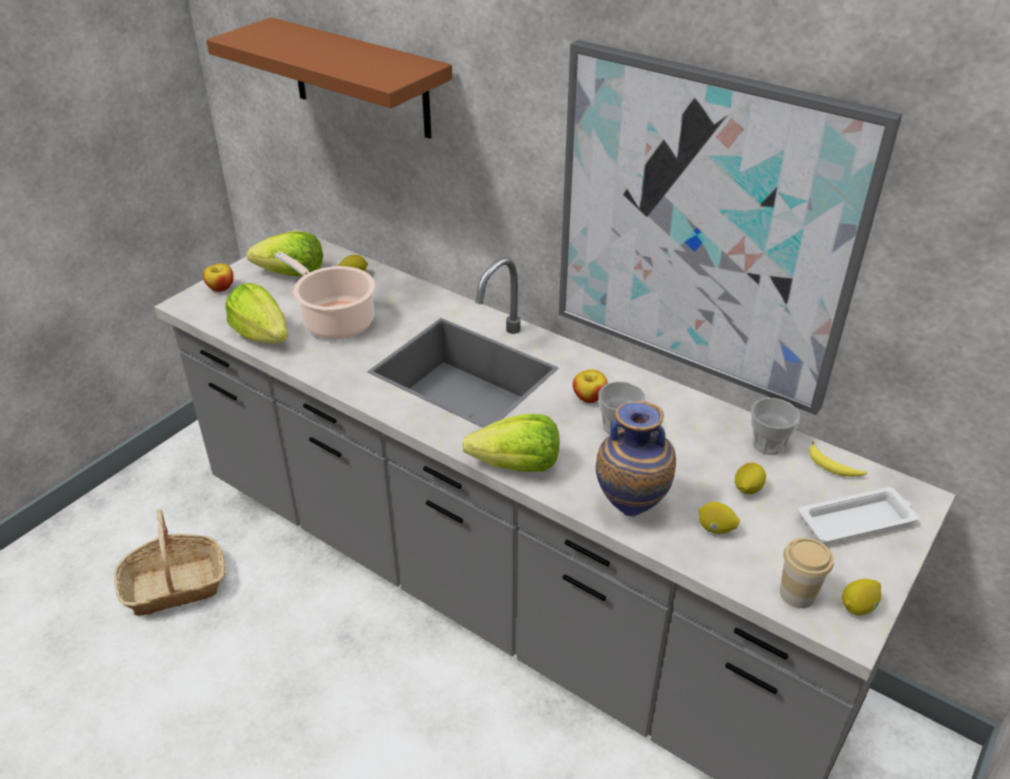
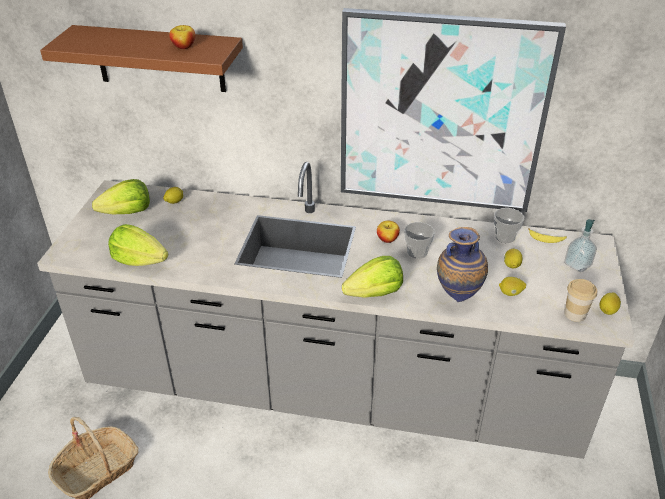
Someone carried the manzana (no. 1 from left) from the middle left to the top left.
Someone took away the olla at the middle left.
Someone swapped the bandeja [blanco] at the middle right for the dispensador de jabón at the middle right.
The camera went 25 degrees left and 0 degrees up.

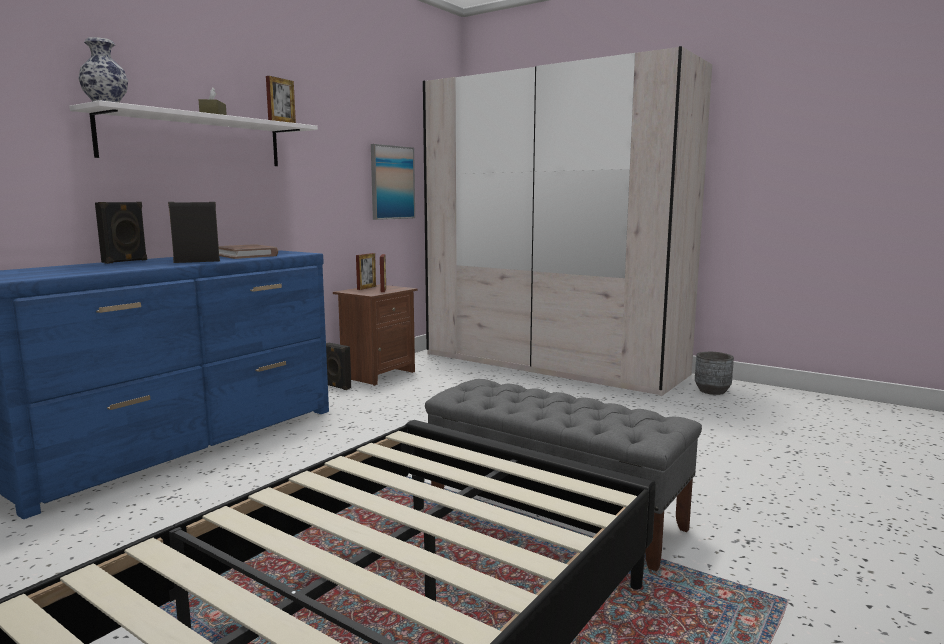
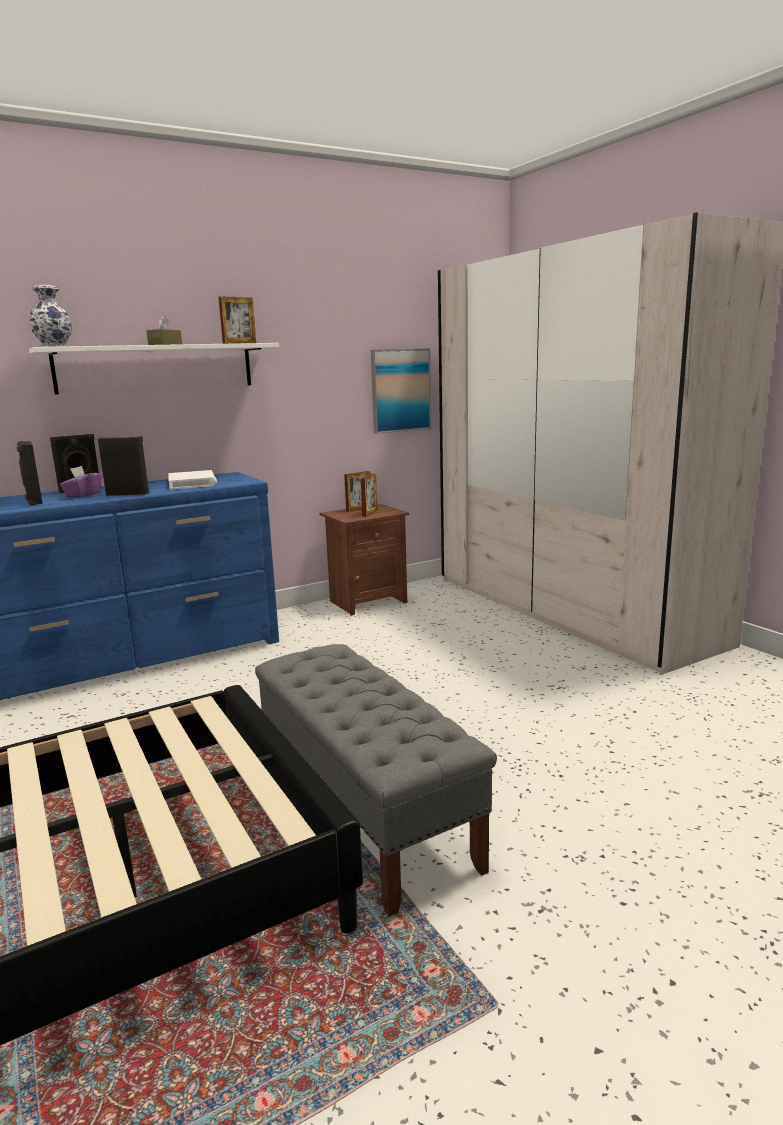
Someone repainted the libro [marrón] at the middle left, which became the libro [blanco] at the middle left.
Someone carried the altavoz [negro] (no. 3 from left in the first image) from the centre to the middle left.
Someone took away the maceta [gris] at the middle right.
Someone put down the caja de pañuelos [morado] at the middle left.
The camera went 25 degrees right and 5 degrees up.

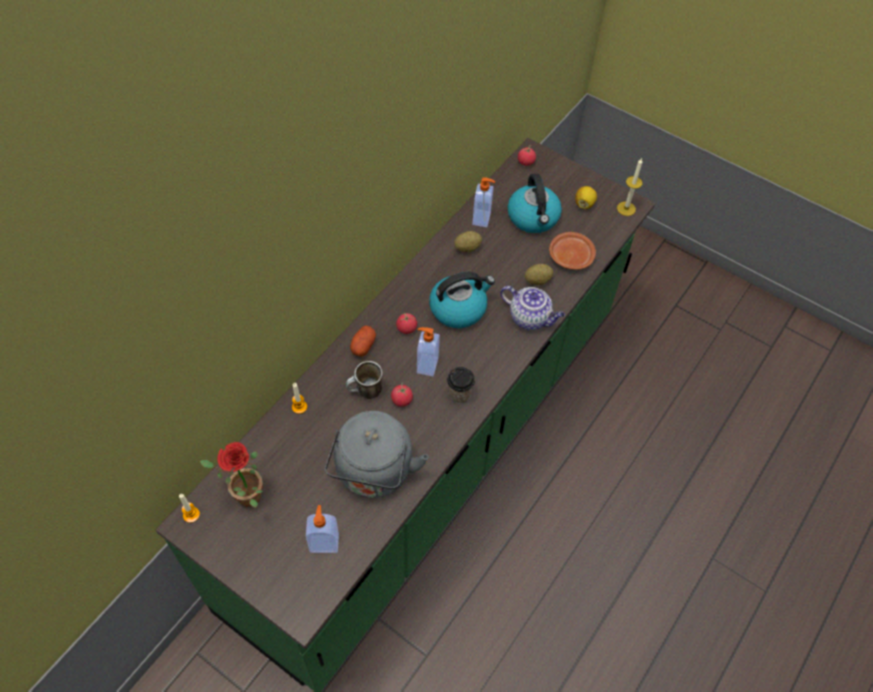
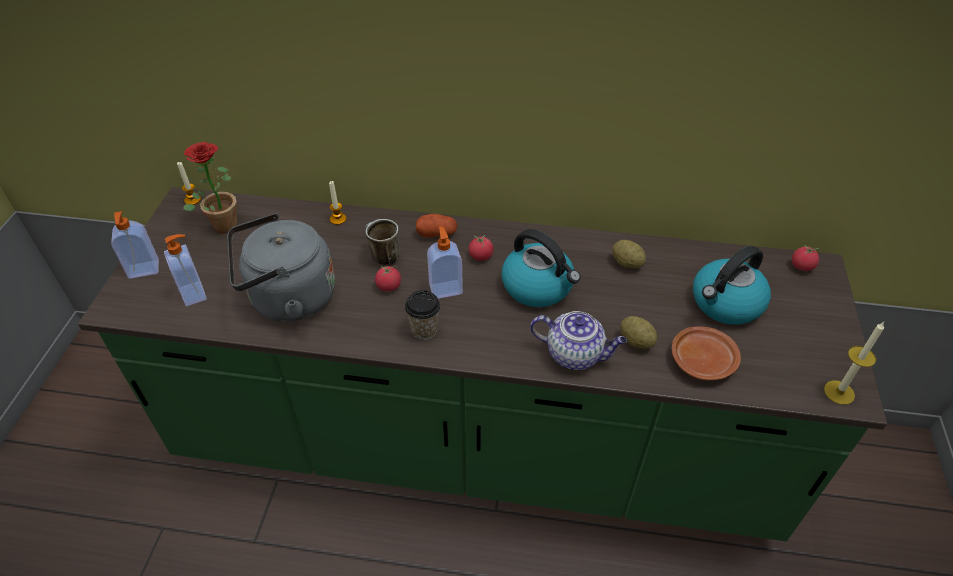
Someone carried the dispensador de jabón (no. 3 from left in the first image) from the top centre to the middle left.
Someone rotated the tetera at the centre by 75 degrees counterclockwise.
Someone took away the limón at the top right.
The camera went 65 degrees right and 10 degrees down.

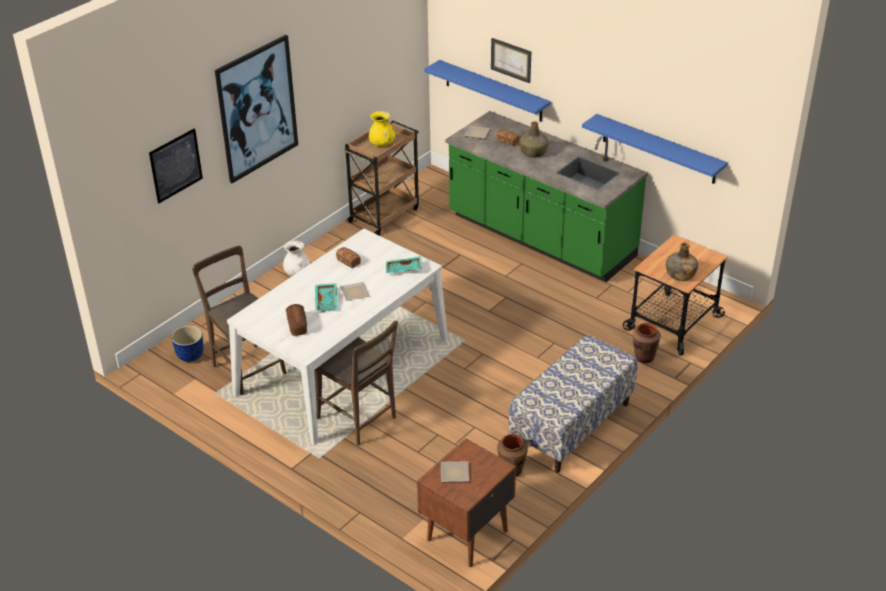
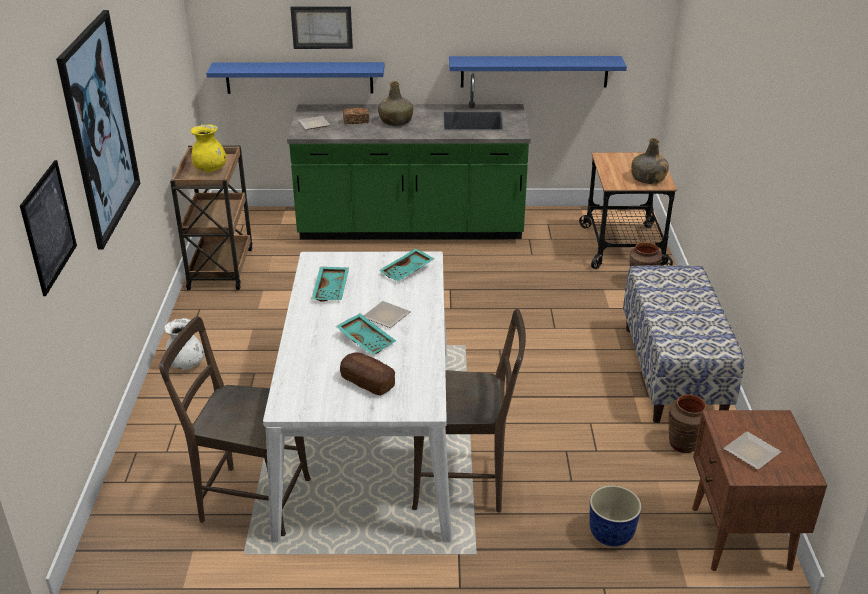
Someone carried the maceta from the middle left to the bottom right.
Someone swapped the pan (no. 2 from left) at the centre for the bandeja [turquesa] (no. 1 from left) at the centre.
The camera went 40 degrees left and 5 degrees down.

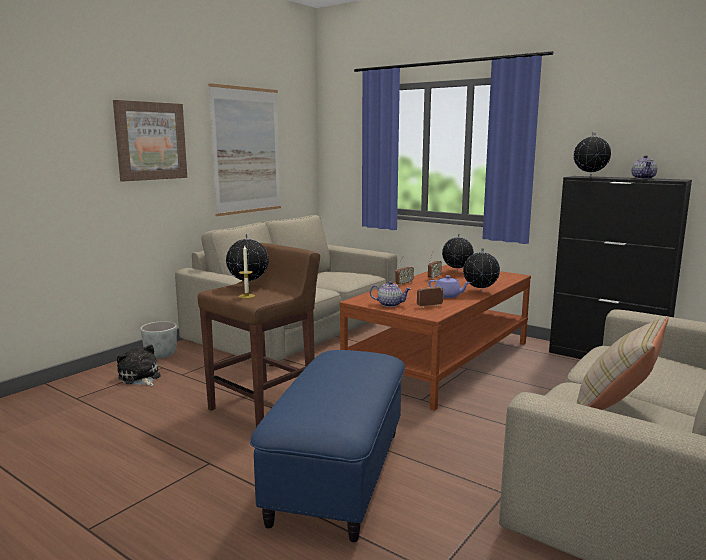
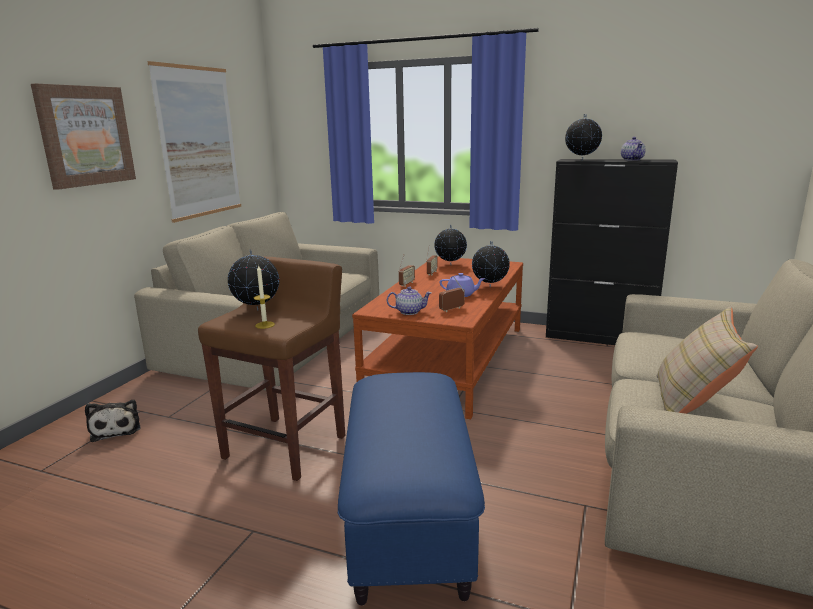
Someone rotated the peluche at the middle left by 150 degrees counterclockwise.
Someone took away the maceta [gris] at the middle left.
The camera went 15 degrees left and 5 degrees up.

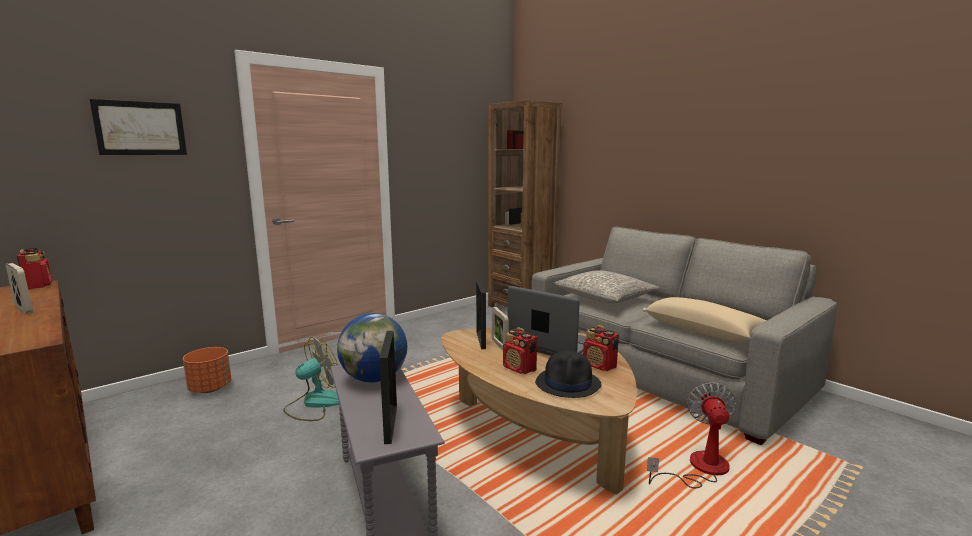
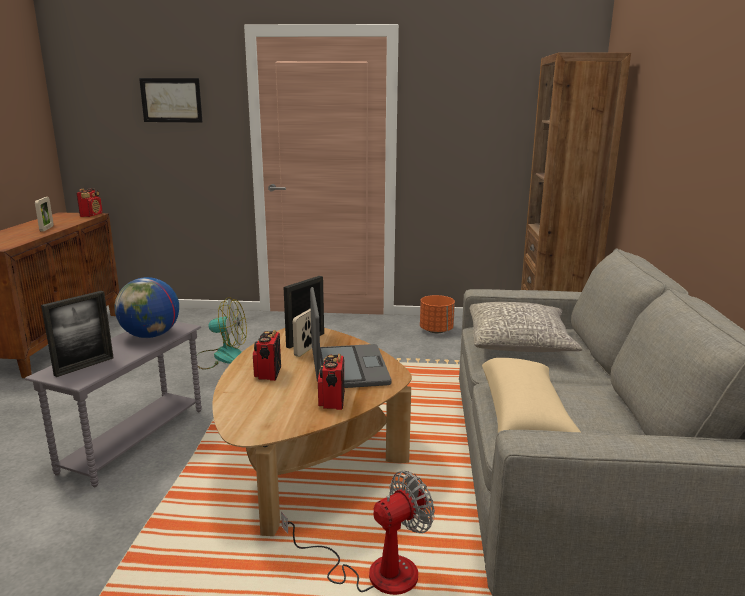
Someone carried the maceta [naranja] from the bottom left to the centre.
Someone took away the sombrero [negro] at the bottom centre.
The camera went 45 degrees right and 5 degrees up.

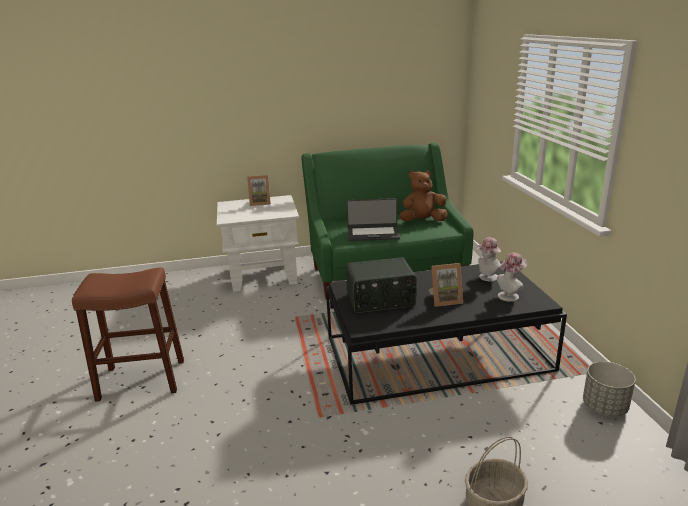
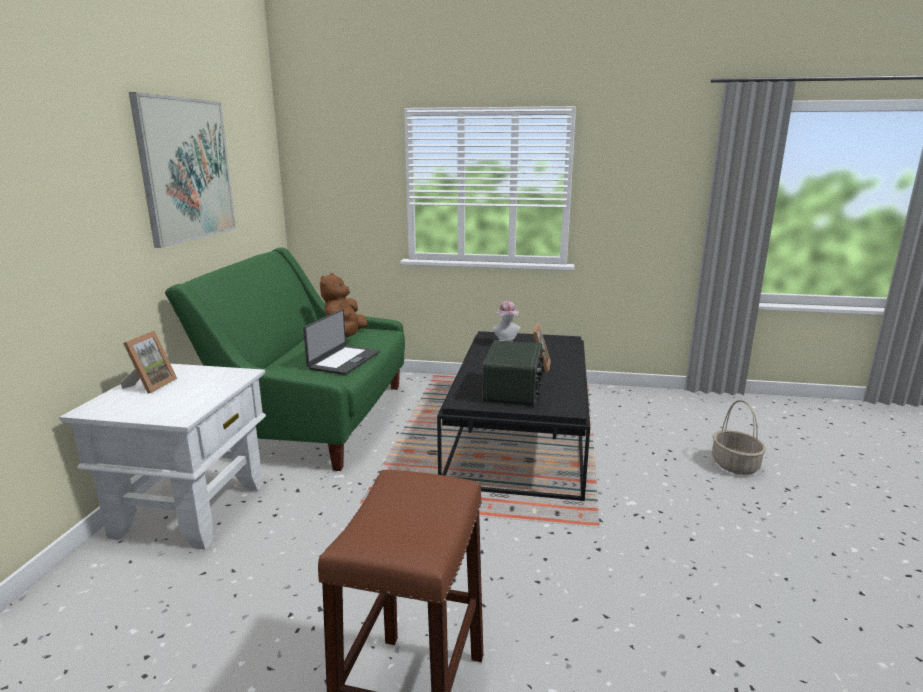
Someone took away the sombrero (no. 2 from left) at the middle right.
Someone took away the maceta [gris] at the bottom right.
Someone put up the cuadro at the top left.
The camera went 70 degrees left and 5 degrees down.

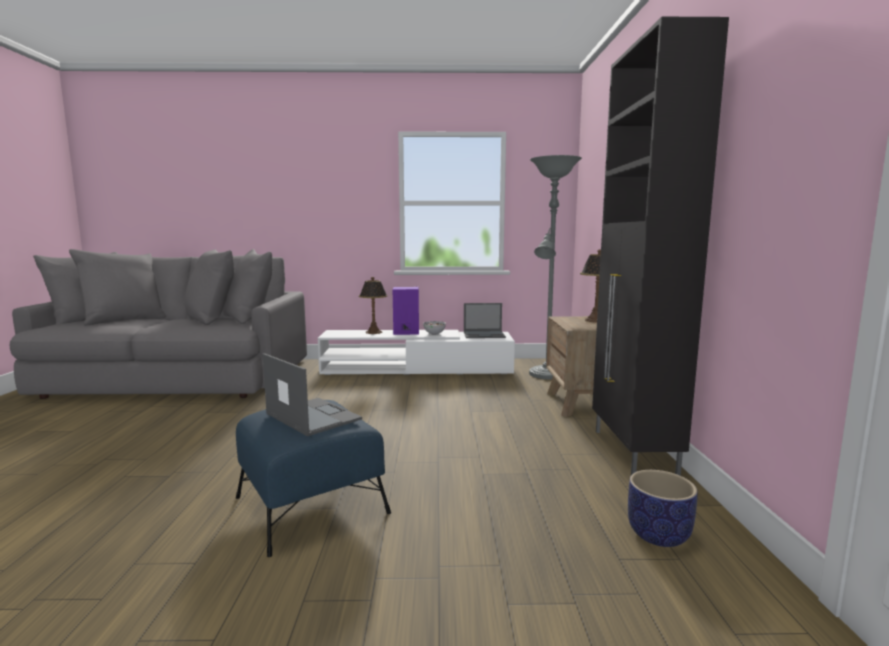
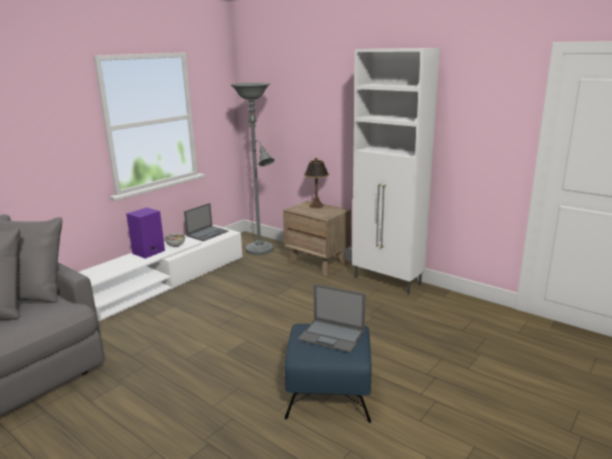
Someone rotated the portátil (no. 1 from left in the first image) at the centre by 150 degrees counterclockwise.
Someone took away the lámpara de mesa (no. 1 from left) at the centre.
Someone repainted the armario [negro] at the middle right, which became the armario [blanco] at the centre.
Someone took away the maceta at the bottom right.
The camera went 50 degrees left and 10 degrees up.

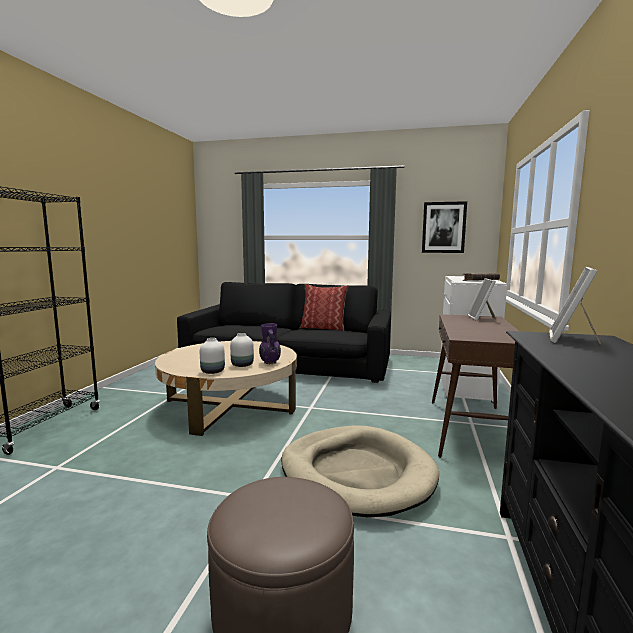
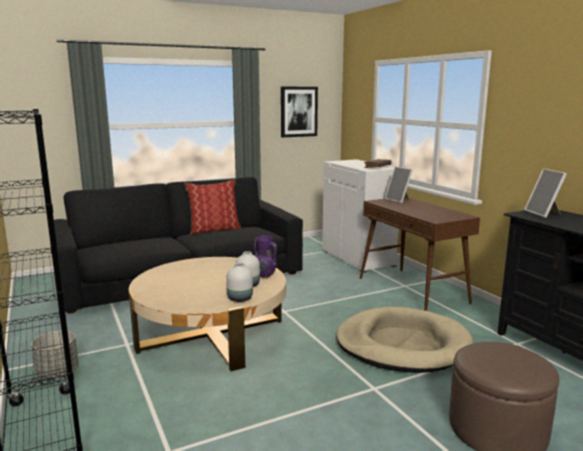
Someone put down the maceta [gris] at the bottom left.
The camera went 40 degrees left and 5 degrees up.

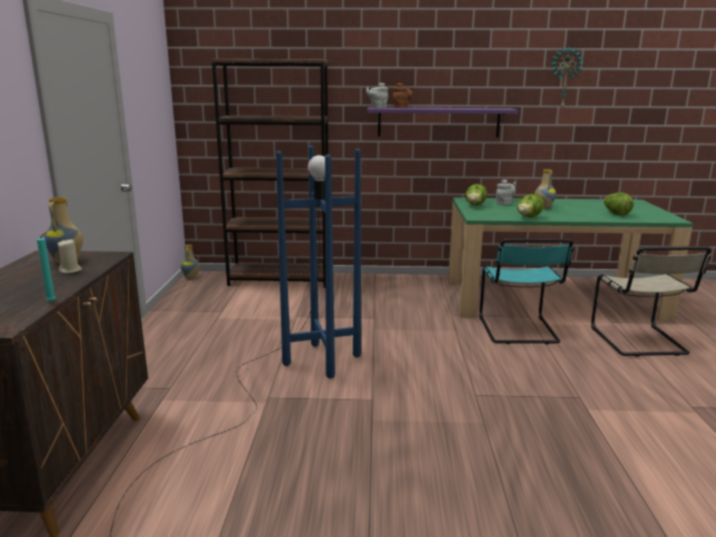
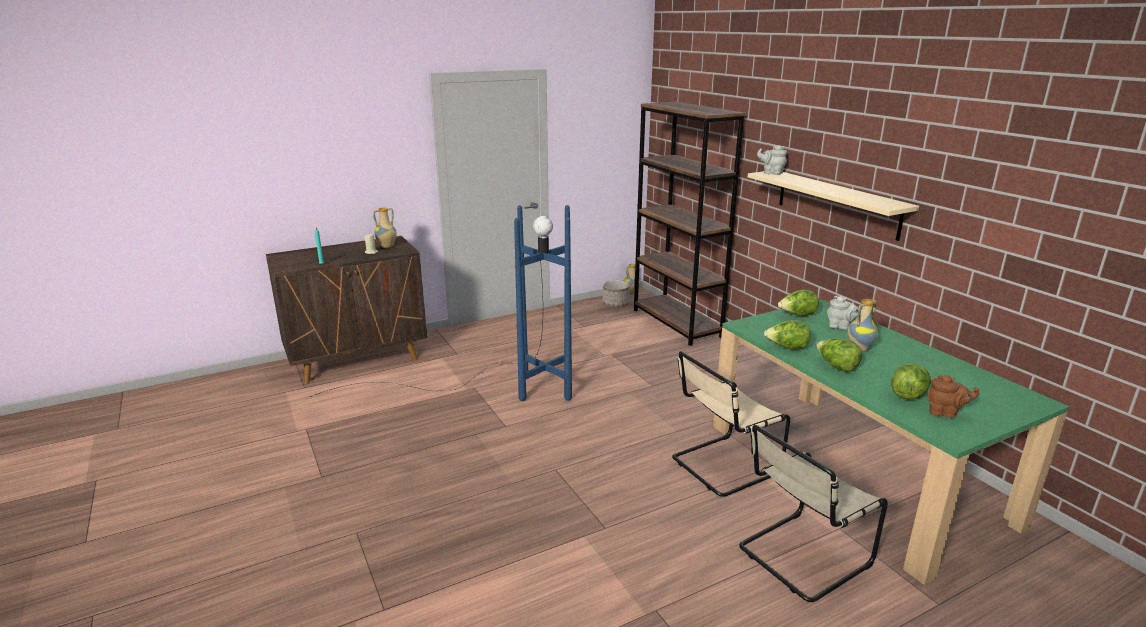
Someone repainted the estante [morado] at the top centre, which became the estante [beis] at the top right.
Someone carried the tetera [marrón] from the top centre to the middle right.
Someone repainted the silla [turquesa] at the middle right, which became the silla [beis] (no. 1 from left) at the bottom centre.
Someone took away the reloj de pared at the top right.
Someone put down the maceta at the centre.
Someone put down the lechuga (no. 3 from left) at the middle right.
The camera went 60 degrees right and 5 degrees up.

